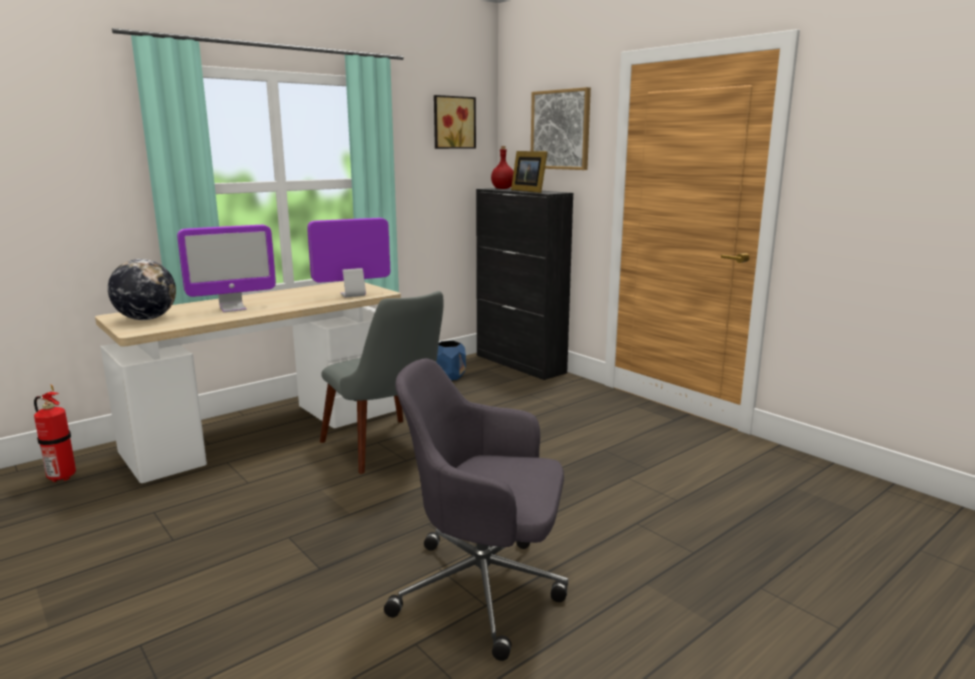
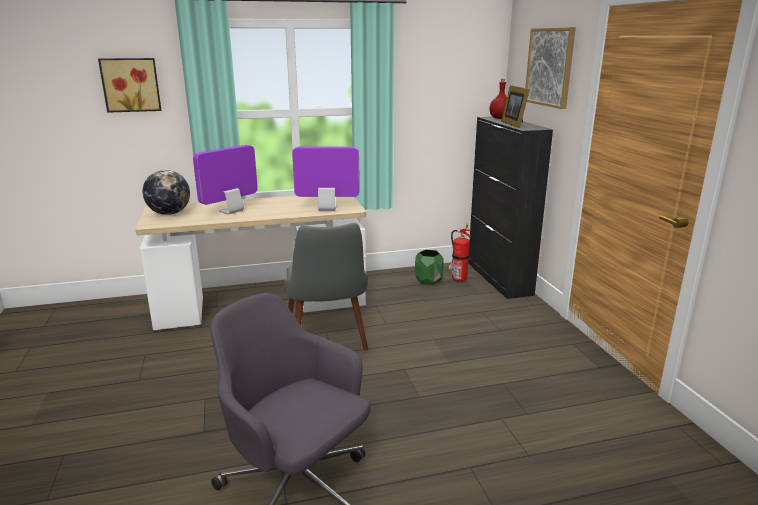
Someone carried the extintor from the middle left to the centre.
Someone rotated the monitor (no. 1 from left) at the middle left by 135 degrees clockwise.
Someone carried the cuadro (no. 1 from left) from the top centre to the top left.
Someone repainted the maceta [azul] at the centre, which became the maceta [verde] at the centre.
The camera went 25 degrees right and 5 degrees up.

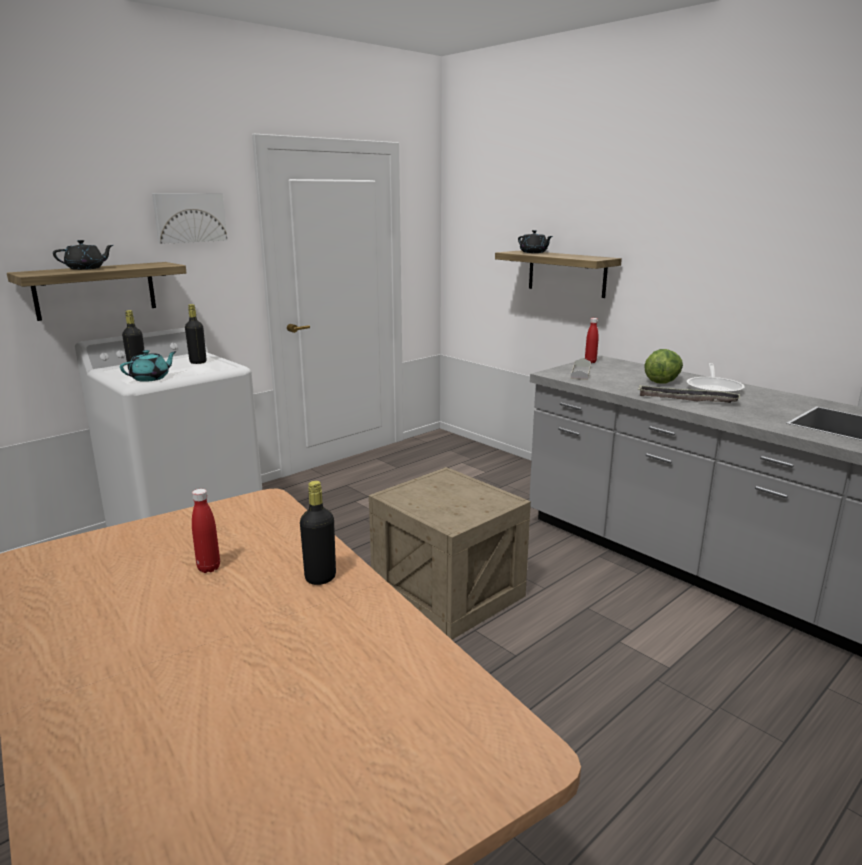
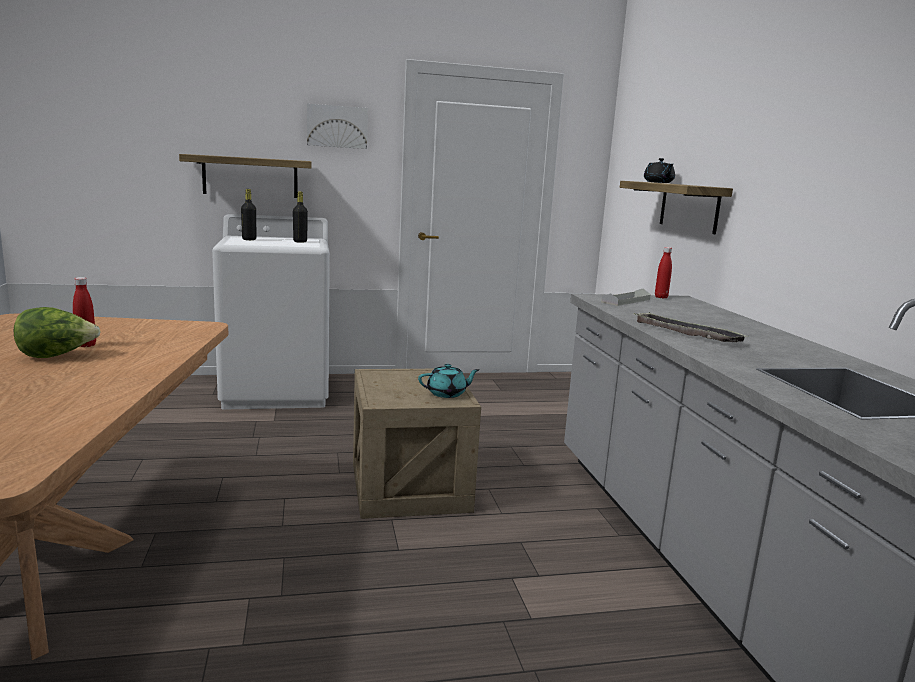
Someone took away the tetera [negro] (no. 1 from left) at the top left.
Someone carried the tetera [turquesa] from the middle left to the centre.
Someone took away the botella [negro] (no. 3 from left) at the centre.
Someone carried the lechuga from the middle right to the middle left.
Someone took away the sartén at the middle right.
The camera went 30 degrees right and 5 degrees down.

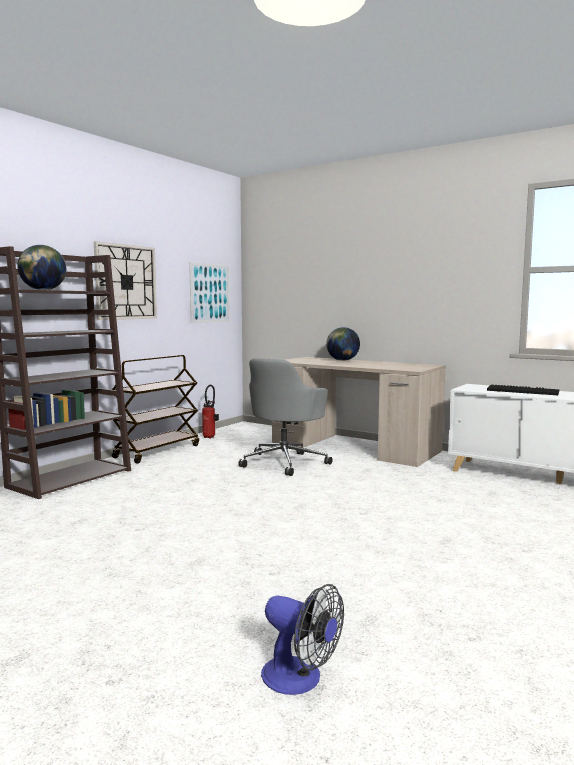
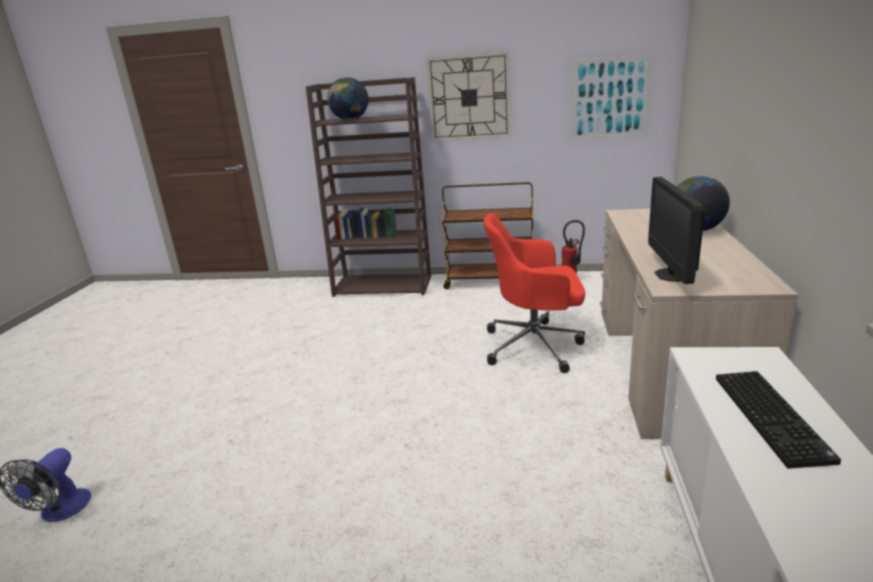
Someone repainted the silla de oficina [gris] at the centre, which became the silla de oficina [rojo] at the centre.
Someone put down the monitor at the middle right.
The camera went 65 degrees right and 15 degrees up.

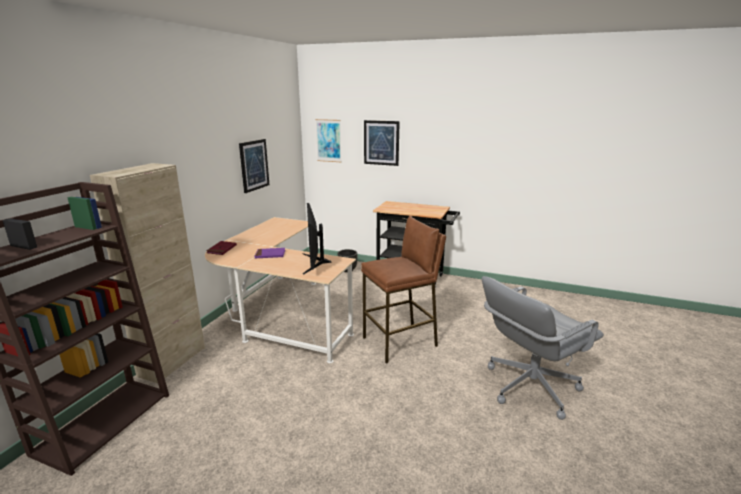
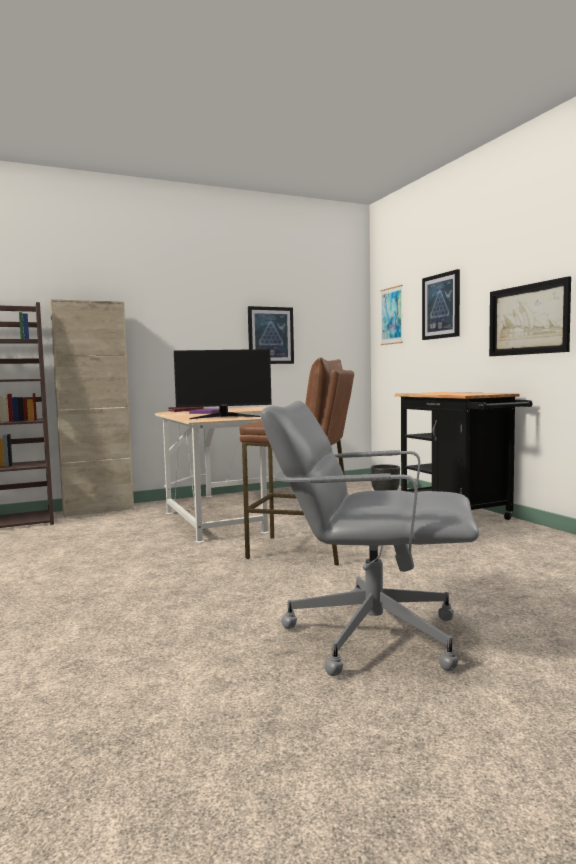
Someone rotated the monitor at the centre by 135 degrees counterclockwise.
Someone put up the cuadro (no. 4 from left) at the middle right.
The camera went 45 degrees right and 15 degrees down.

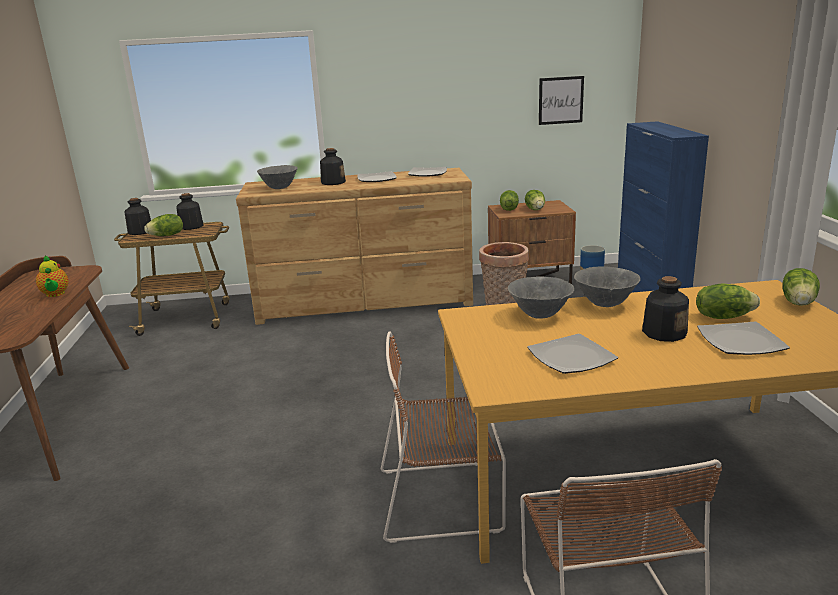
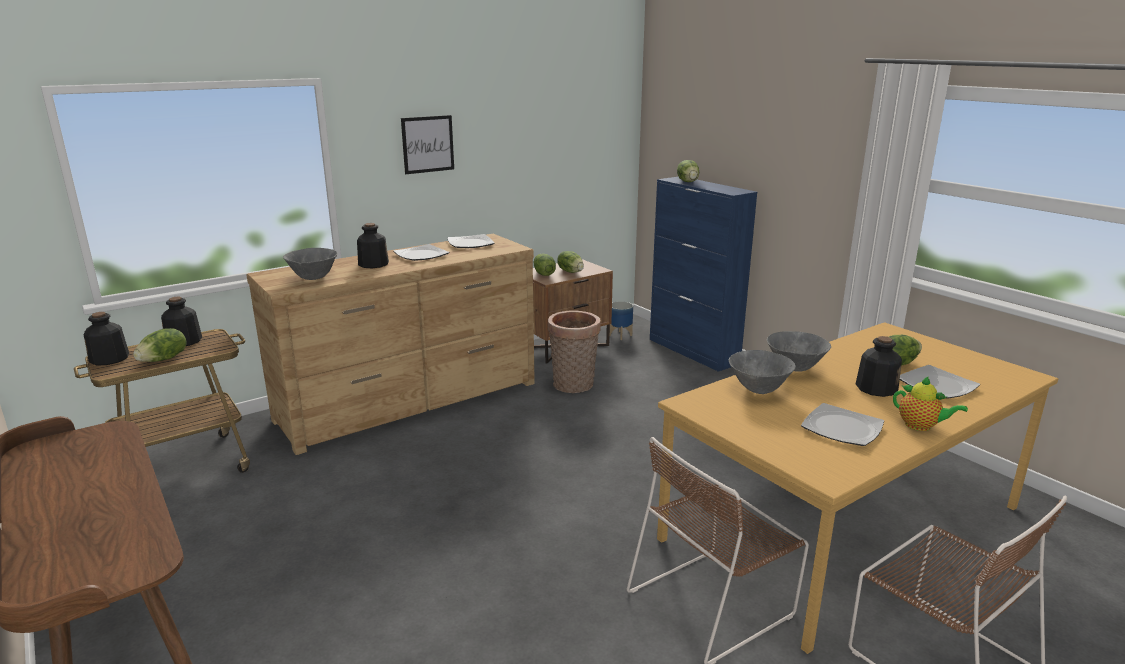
Someone carried the tetera from the middle left to the middle right.
Someone carried the cuadro from the top right to the top centre.
Someone carried the lechuga (no. 5 from left in the first image) from the middle right to the top centre.
The camera went 30 degrees left and 0 degrees up.

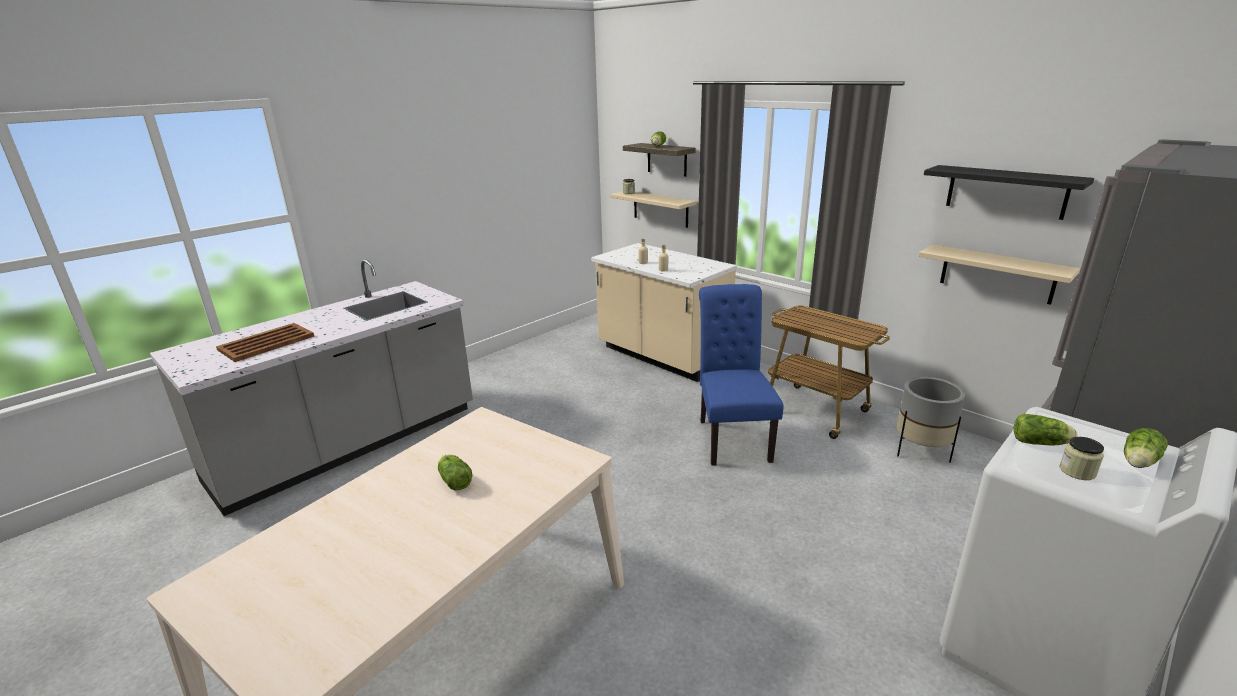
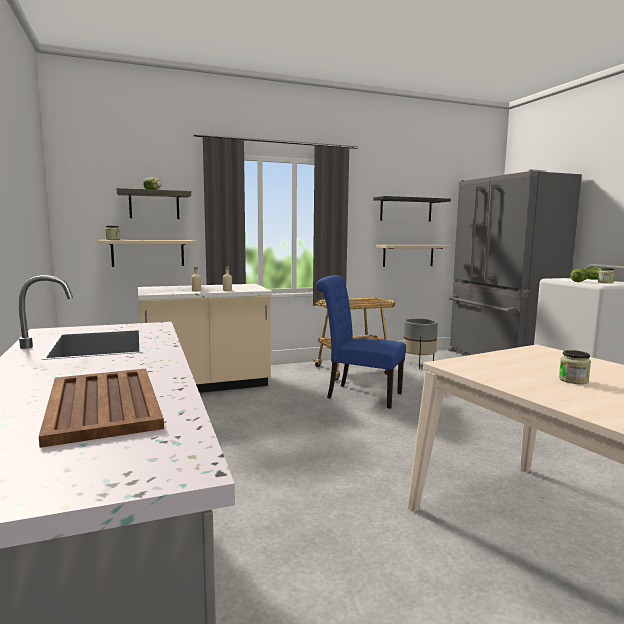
Someone swapped the lechuga (no. 1 from left) at the bottom centre for the tarro (no. 2 from left) at the middle right.
The camera went 65 degrees left and 15 degrees down.

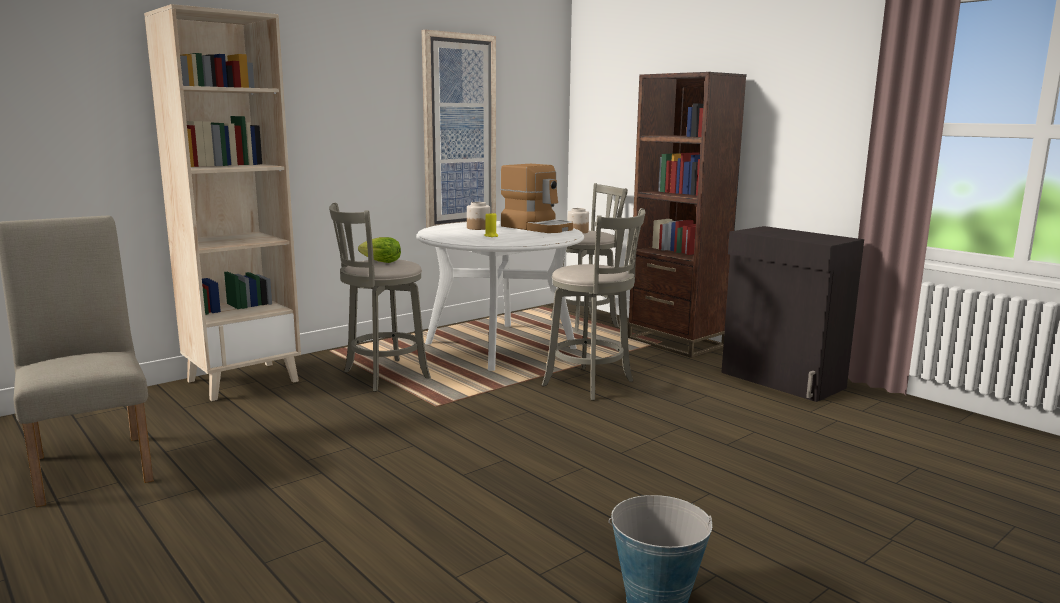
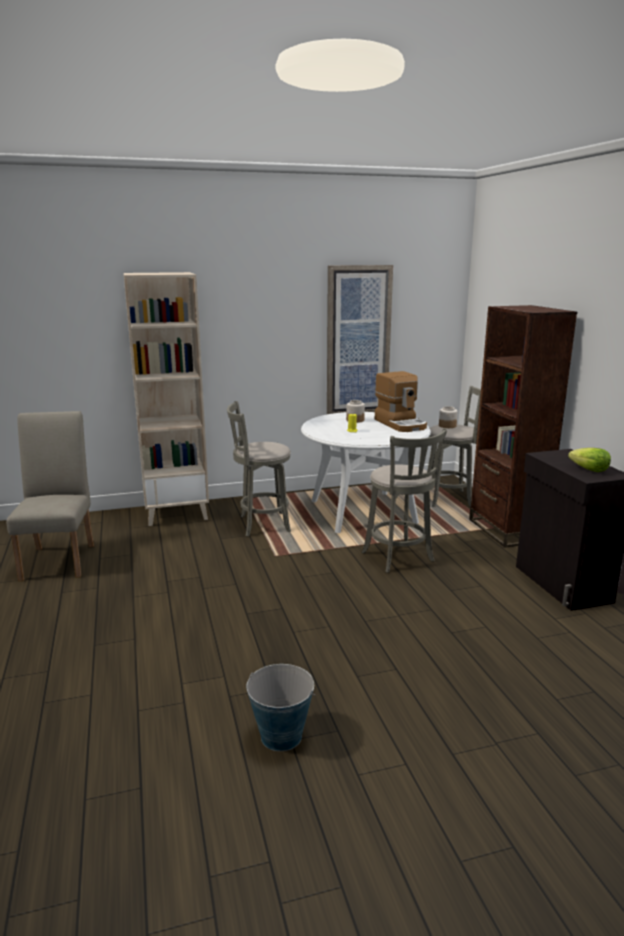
Someone carried the lechuga from the centre to the middle right.
The camera went 25 degrees right and 5 degrees up.

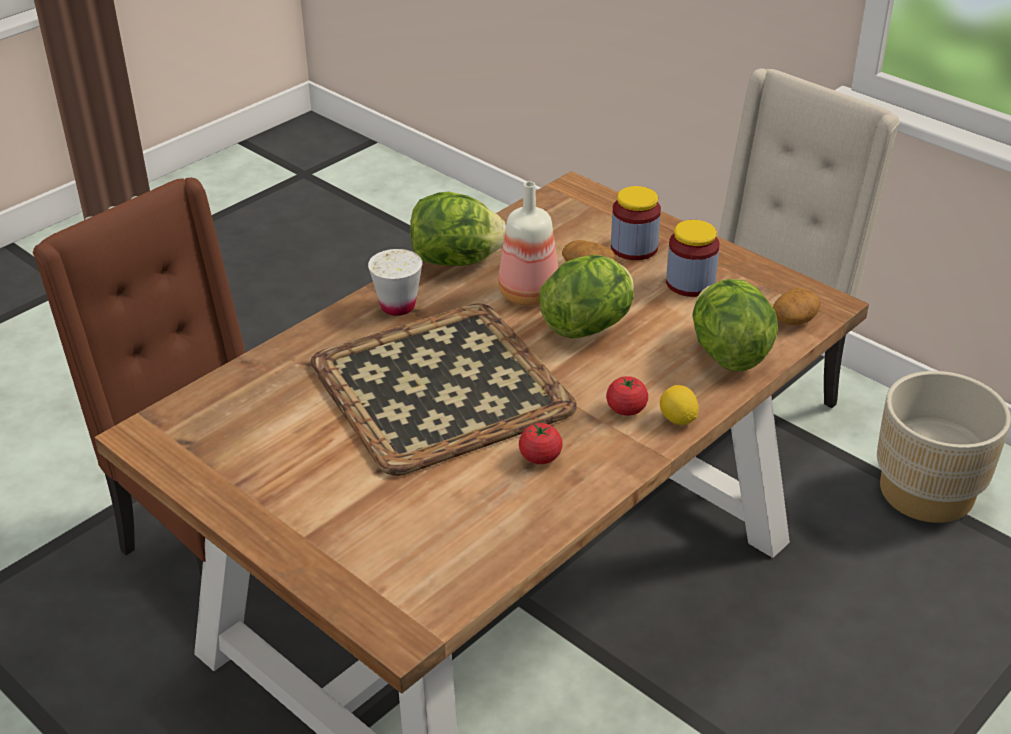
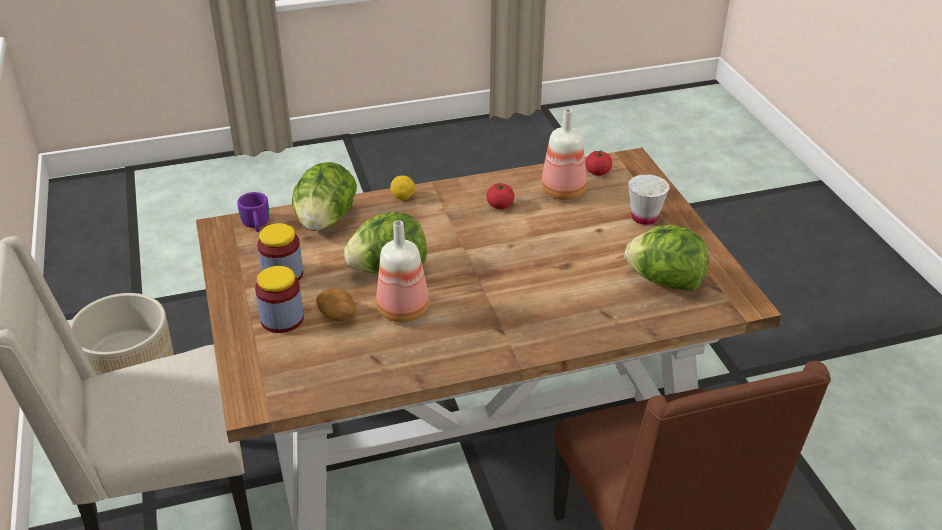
Someone took away the bandeja at the centre.
Someone carried the taza [blanco] from the centre to the middle right.
Someone carried the lechuga (no. 1 from left in the first image) from the top centre to the middle right.
Someone carried the tomate (no. 2 from left) from the centre to the top centre.
Someone swapped the patata (no. 2 from left) at the middle right for the taza grande [morado] at the middle left.
Someone put down the botella (no. 2 from left) at the top centre.
The camera went 150 degrees left and 0 degrees up.

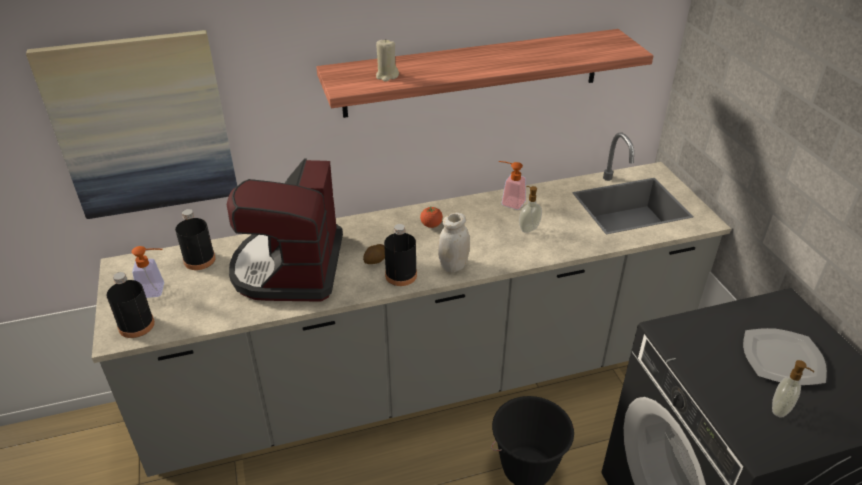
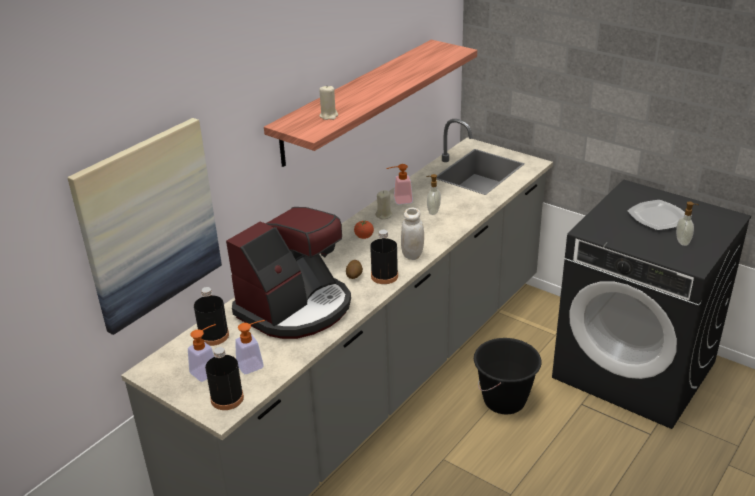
Someone rotated the cafetera at the middle left by 105 degrees counterclockwise.
Someone put down the dispensador de jabón (no. 2 from left) at the bottom left.
Someone put down the vela [beis] (no. 2 from left) at the centre.
The camera went 35 degrees left and 5 degrees down.

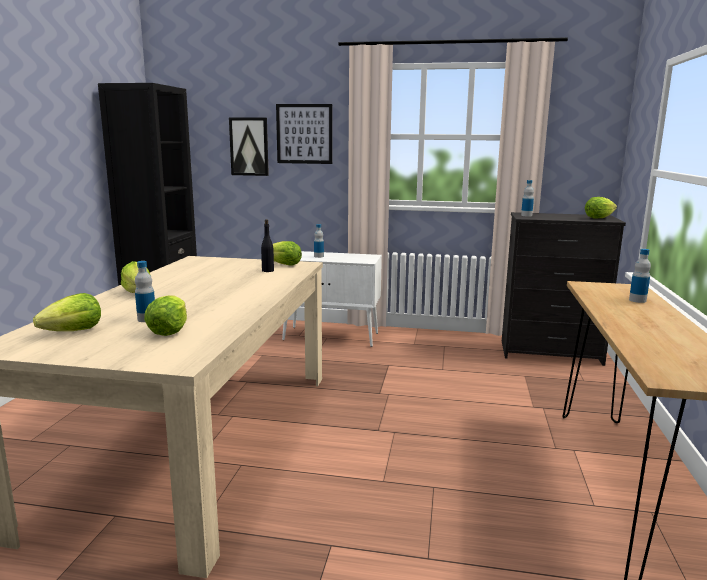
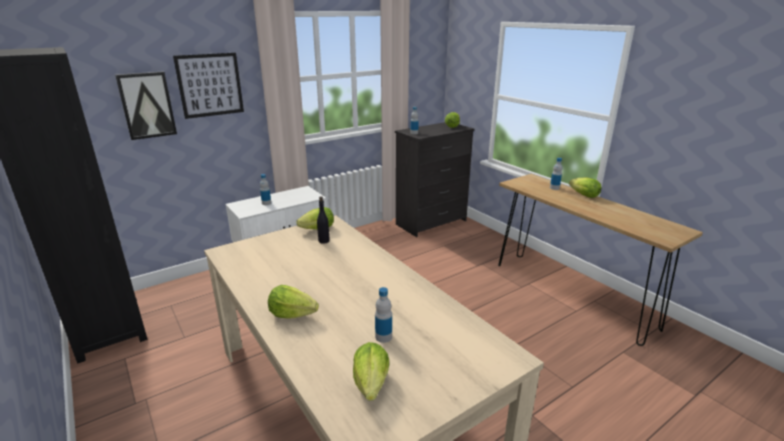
Someone carried the lechuga (no. 3 from left in the first image) from the middle left to the middle right.
The camera went 45 degrees left and 10 degrees up.

